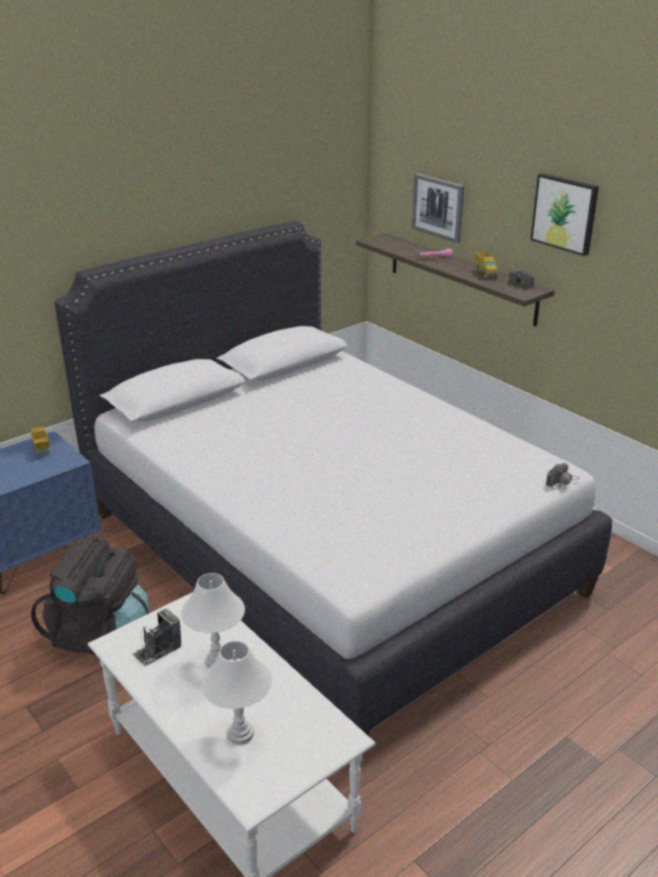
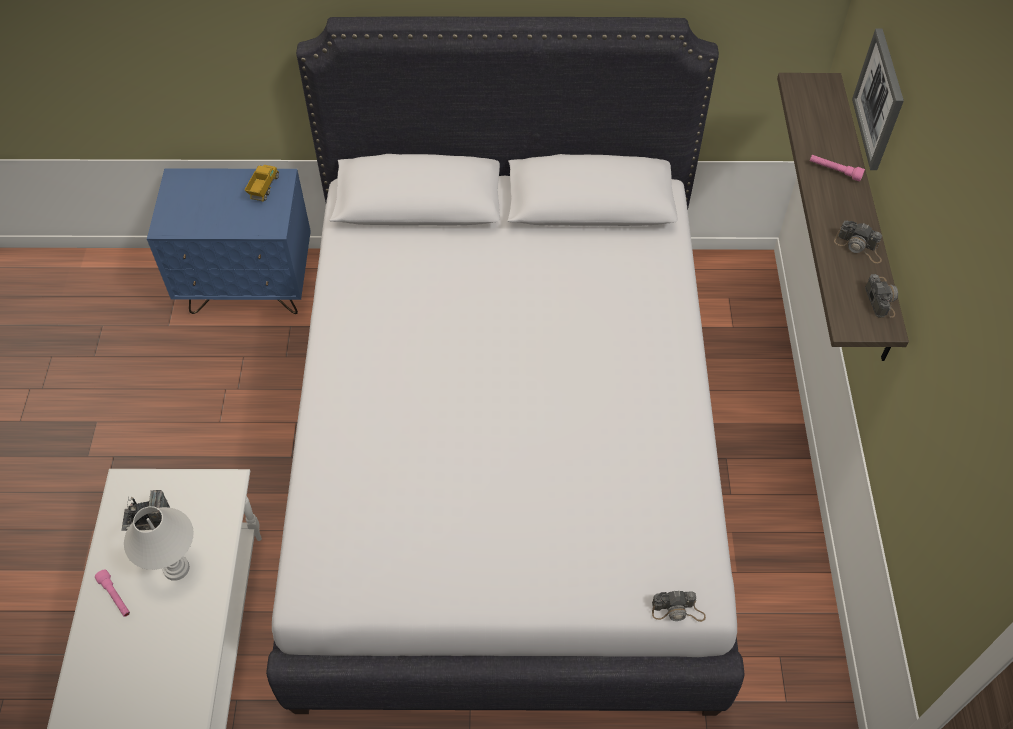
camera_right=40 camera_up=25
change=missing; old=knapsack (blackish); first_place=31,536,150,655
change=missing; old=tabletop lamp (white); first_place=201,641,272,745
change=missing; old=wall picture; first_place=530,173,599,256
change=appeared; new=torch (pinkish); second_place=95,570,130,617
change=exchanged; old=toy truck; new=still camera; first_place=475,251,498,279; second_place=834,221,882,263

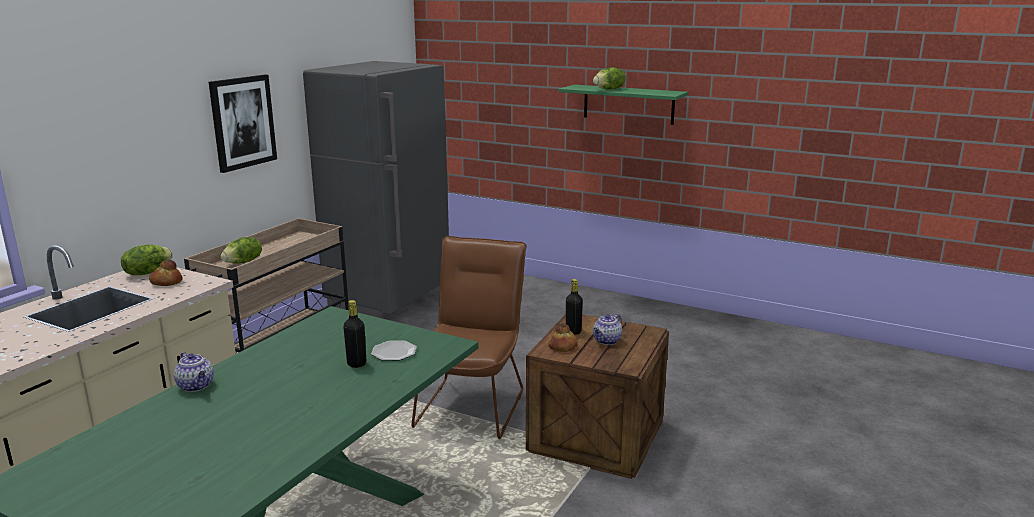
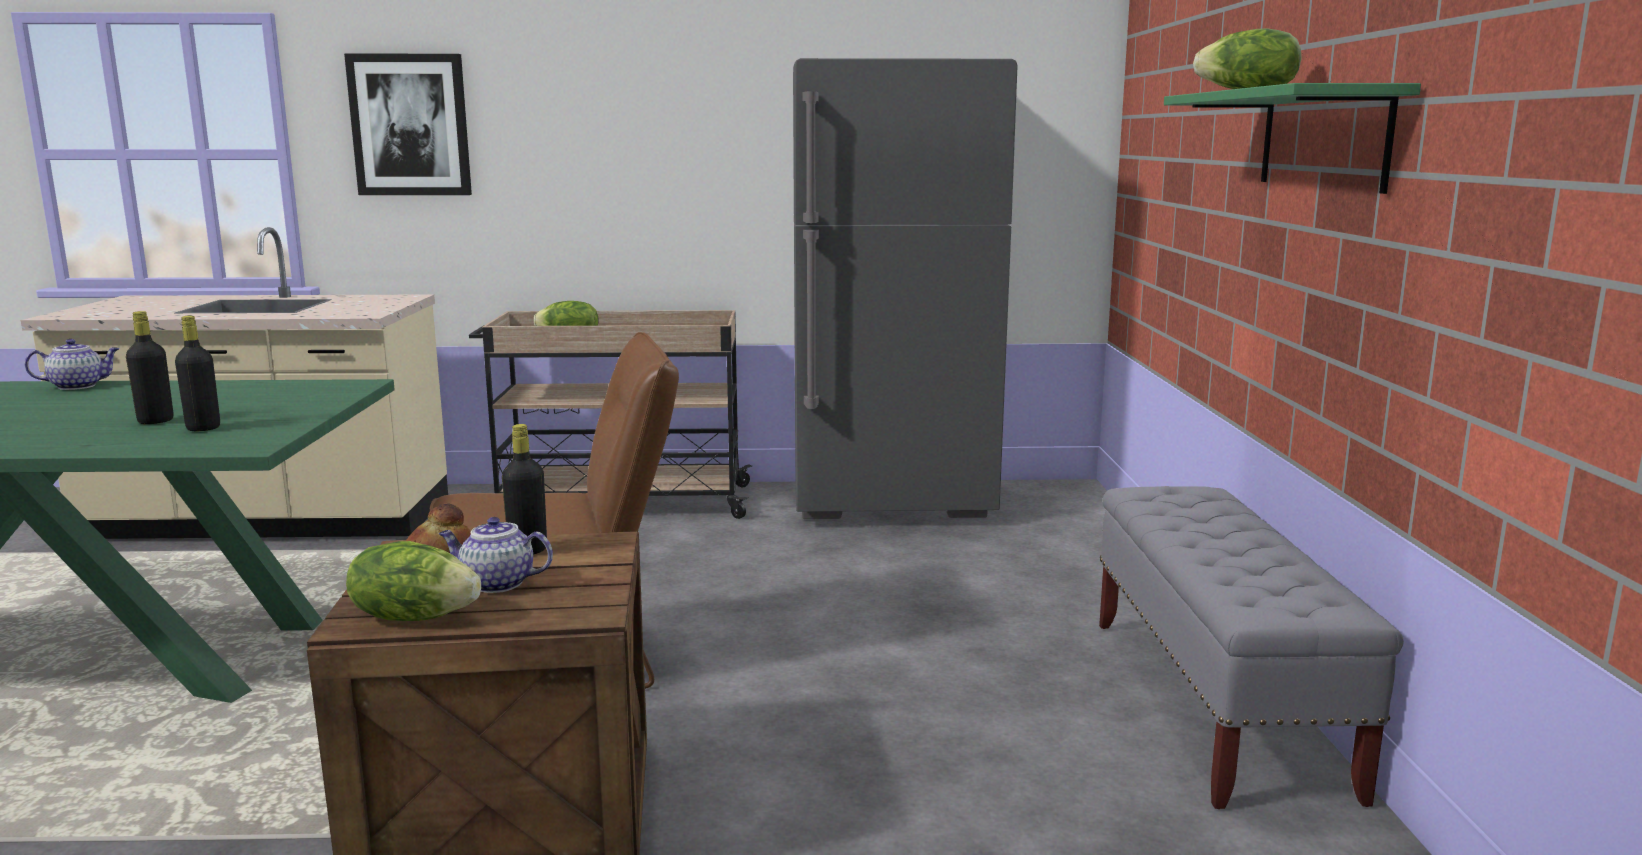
camera_right=60 camera_up=-5
change=missing; old=bread; first_place=149,260,182,286
change=appeared; new=long seat (greyish); second_place=1099,486,1404,809
change=relocated; old=lettuce; first_place=121,245,173,275; second_place=346,541,481,621
change=relocated; old=wall picture; first_place=209,75,277,173; second_place=344,54,472,195
change=exchanged; old=flat dish; new=beverage bottle (blackish); first_place=371,341,417,361; second_place=175,316,220,431
change=spun; old=tea pot; first_place=174,352,214,392; second_place=24,339,119,390; degrees=-135

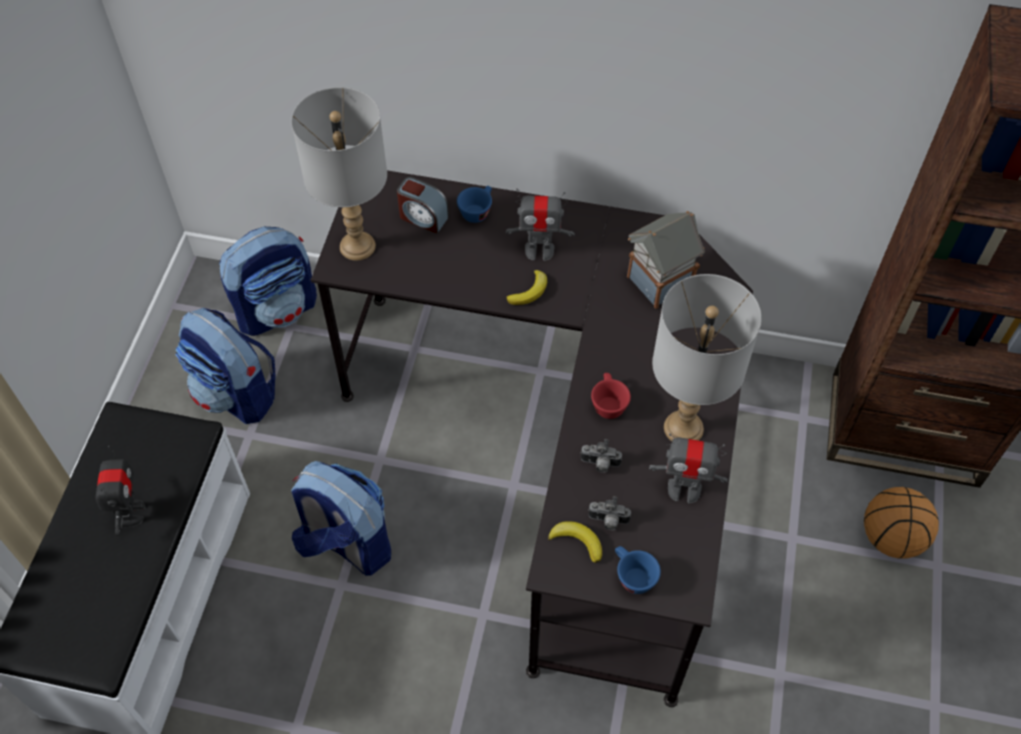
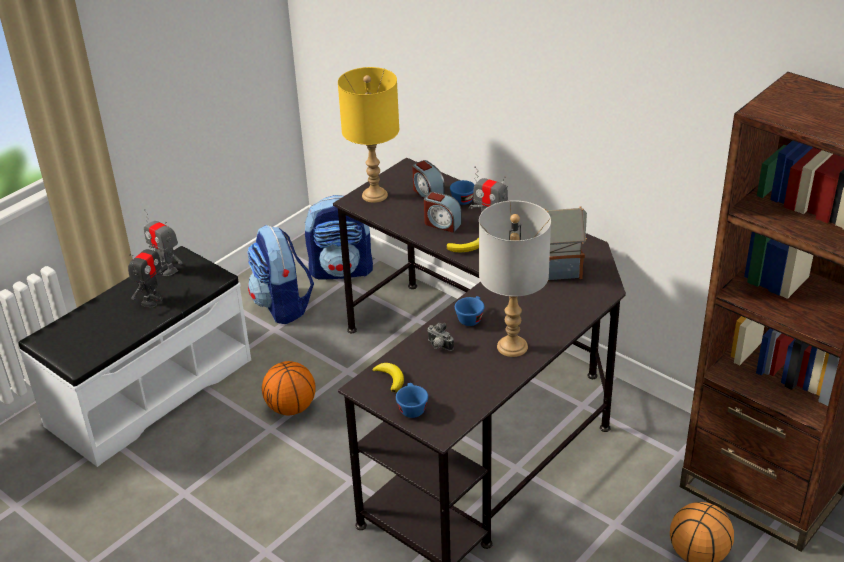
camera_right=30 camera_up=-20
change=missing; old=still camera; first_place=588,496,631,530
change=appeared; new=bedside clock; second_place=424,191,462,233
change=relocated; old=model robot; first_place=649,434,728,503; second_place=144,209,182,276
change=exchanged; old=knapsack; new=basketball; first_place=291,461,391,576; second_place=262,361,316,415
change=colour; old=tabletop lamp (greyish); new=tabletop lamp (yellow); first_place=291,87,387,261; second_place=338,67,399,203
change=colour; old=cup (red-coloured); new=cup (blue); first_place=591,373,631,419; second_place=455,296,484,326

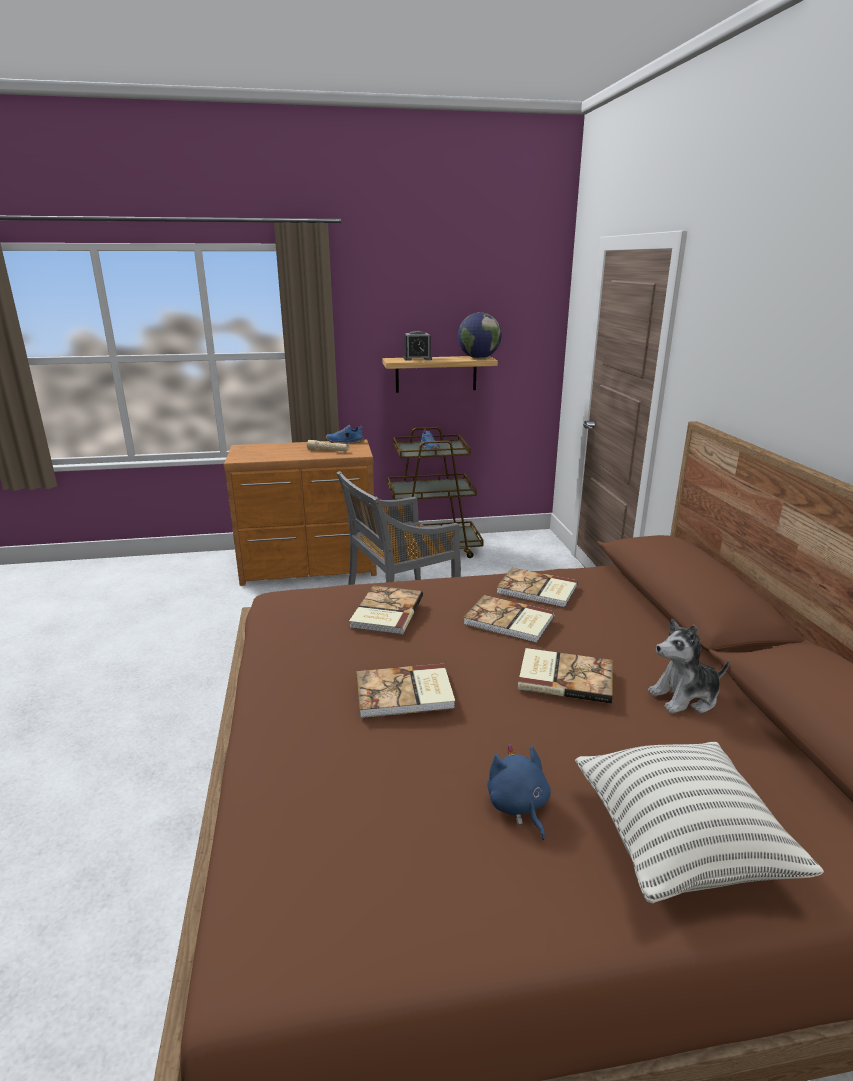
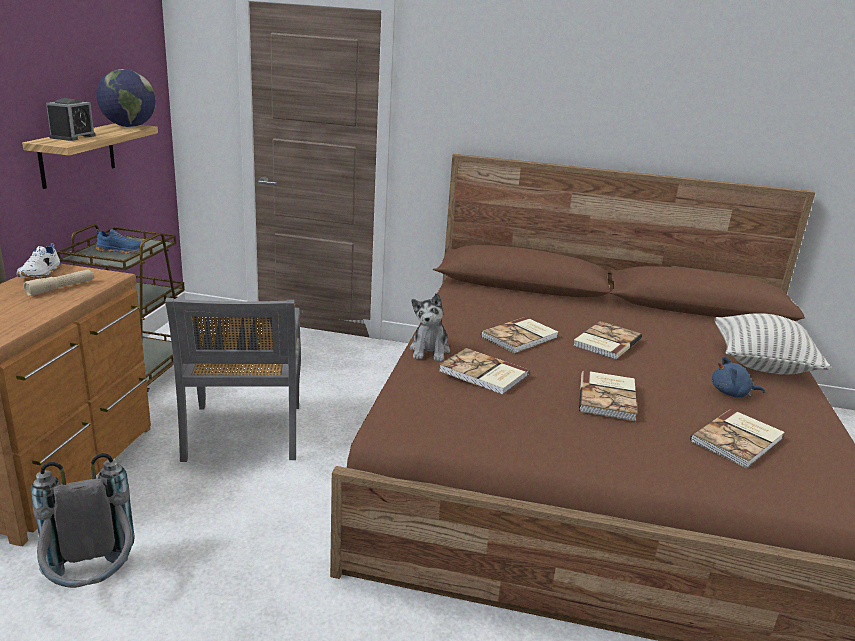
camera_right=-70 camera_up=0
change=appeared; new=knapsack (greyish); second_place=31,453,135,588
change=relocated; old=book; first_place=496,568,578,608; second_place=690,409,785,468
change=relocated; old=plush toy; first_place=648,619,729,714; second_place=410,293,450,362
change=colour; old=shoe (blue); new=shoe (white); first_place=326,425,364,444; second_place=17,243,61,279

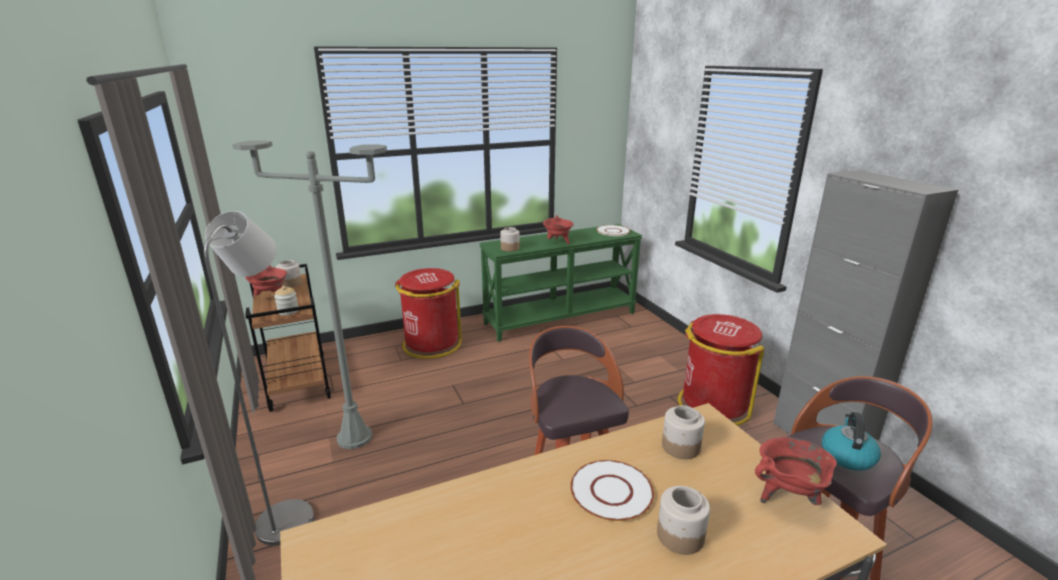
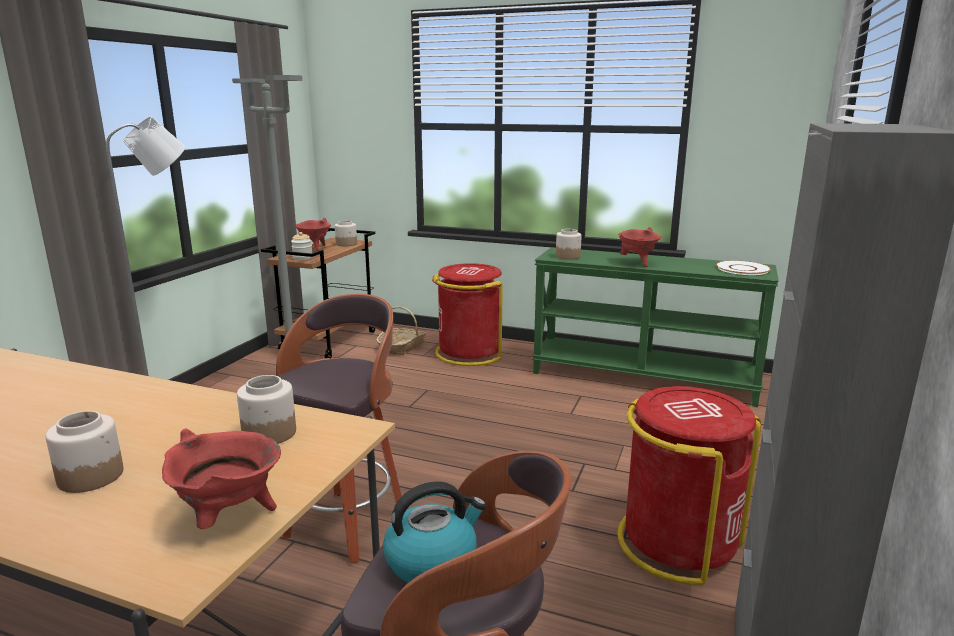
camera_right=45 camera_up=-5
change=missing; old=flat dish (white); first_place=570,460,654,521
change=appeared; new=household basket; second_place=376,307,426,356

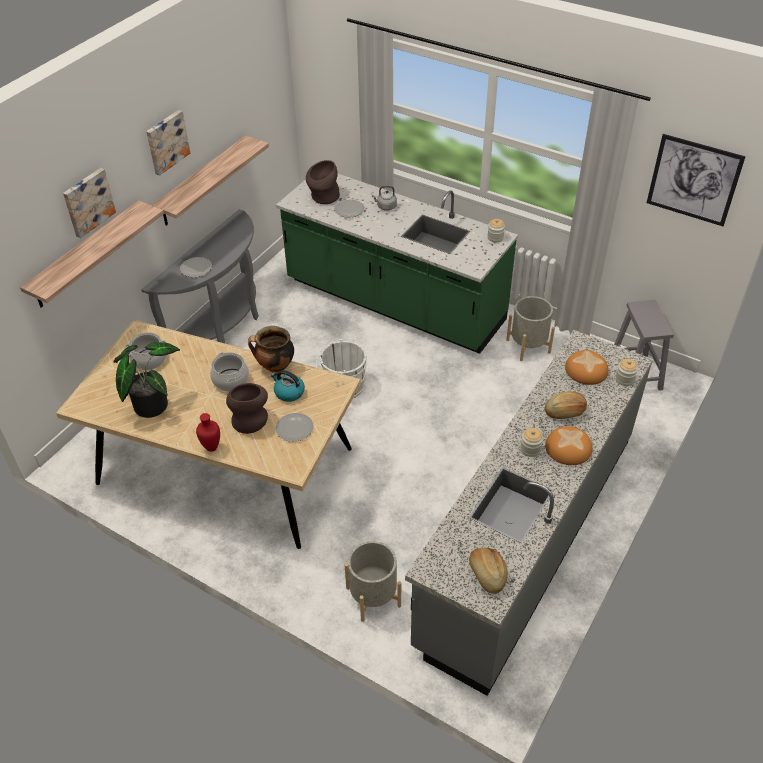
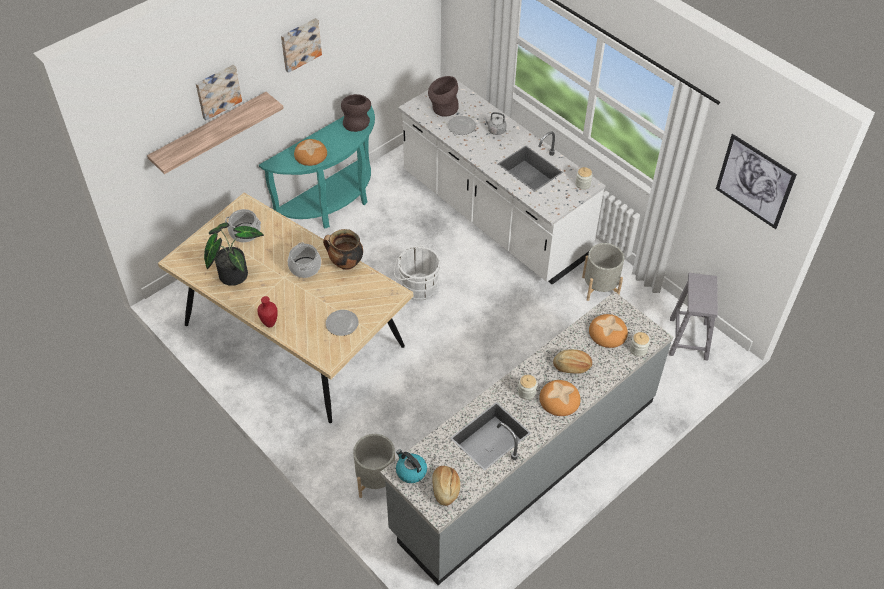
camera_right=15 camera_up=5
change=missing; old=bracket shelf; first_place=152,135,269,226
change=relocated; old=flower vase (brown); first_place=226,383,268,434; second_place=341,94,371,132
change=relocated; old=kettle; first_place=271,370,305,402; second_place=396,449,427,483
change=exchanged; old=flat dish; new=bread; first_place=180,257,212,277; second_place=294,139,327,166
change=colour; old=narrow table (greyish); new=narrow table (turquoise-coloured); first_place=141,209,259,344; second_place=259,105,375,229
change=colour; old=kitchen base unit (greenish); new=kitchen base unit (white); first_place=276,174,518,354; second_place=398,79,605,284

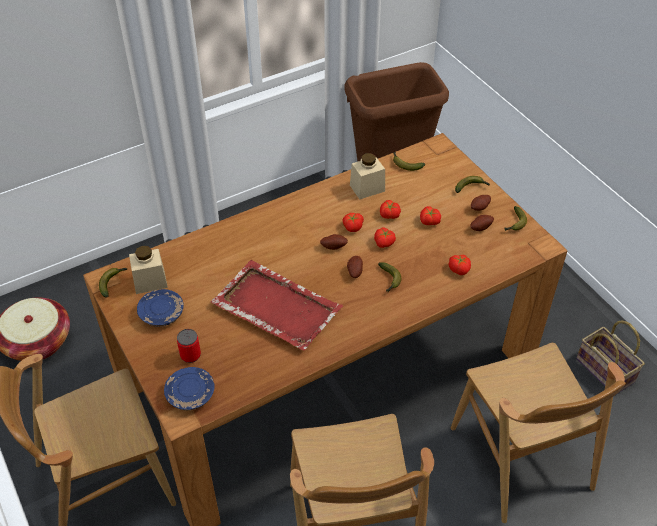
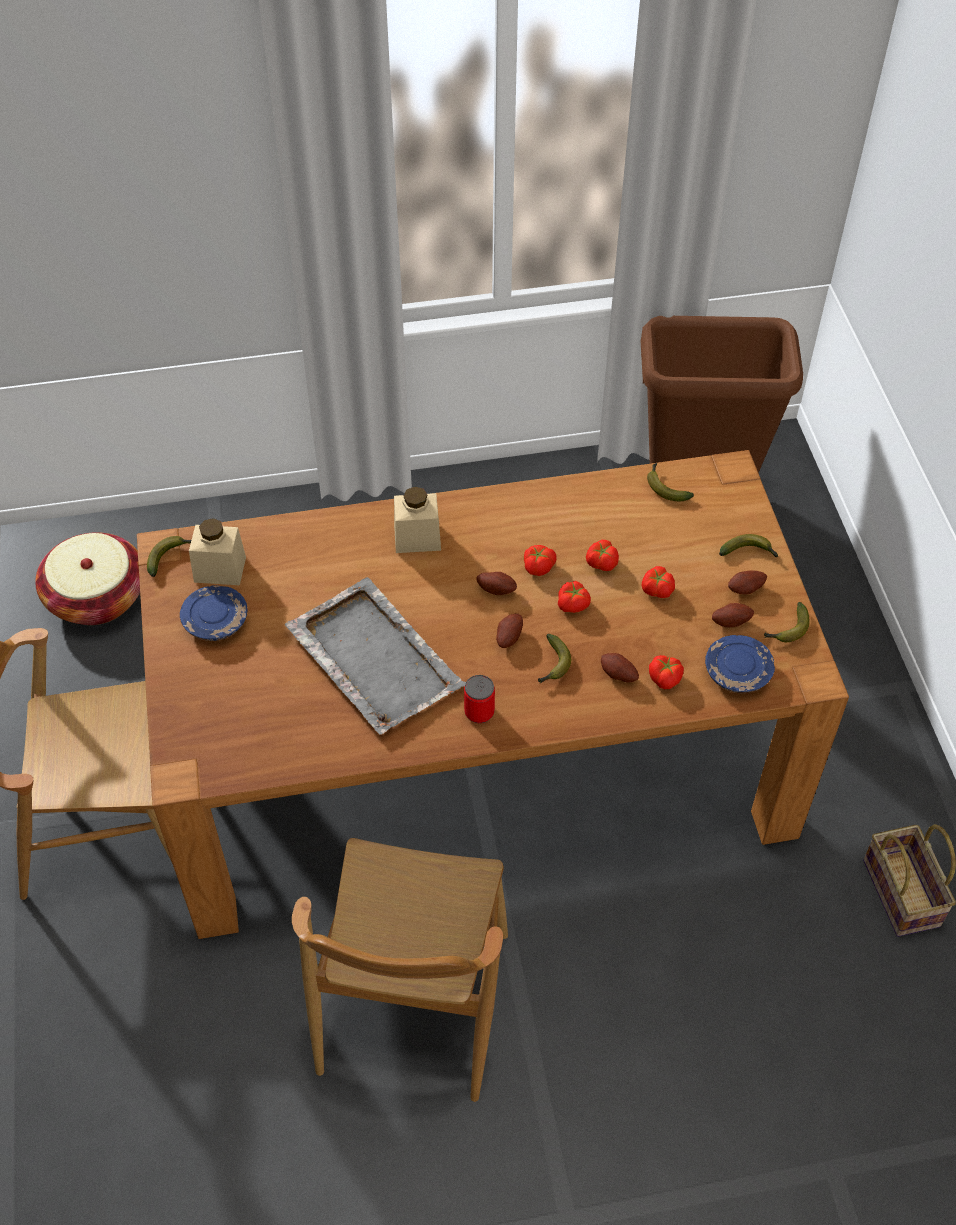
camera_right=20 camera_up=5
change=missing; old=plain chair (brown); first_place=451,343,626,523
change=appeared; new=spud; second_place=601,653,639,682
change=relocated; old=flat dish (blue); first_place=164,367,215,410; second_place=705,635,775,693
change=relocated; old=sealed can; first_place=177,329,201,363; second_place=464,675,495,723
change=relocated; old=storage jar (beige-coloured); first_place=350,153,385,200; second_place=394,487,441,553
change=colour; old=serving tray (red-coloured); new=serving tray (greyish); first_place=211,260,343,350; second_place=285,577,466,735

